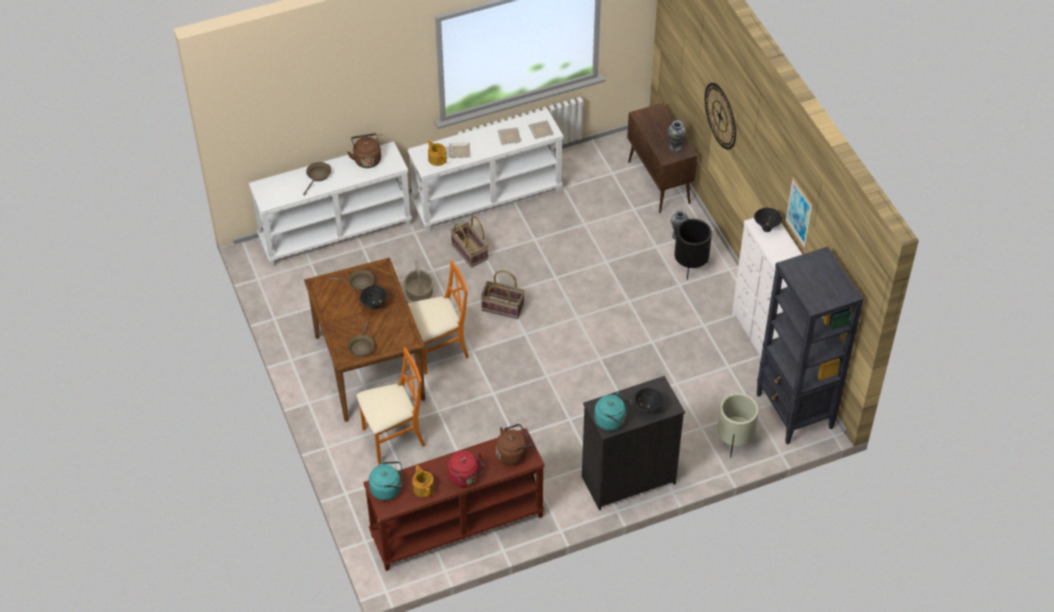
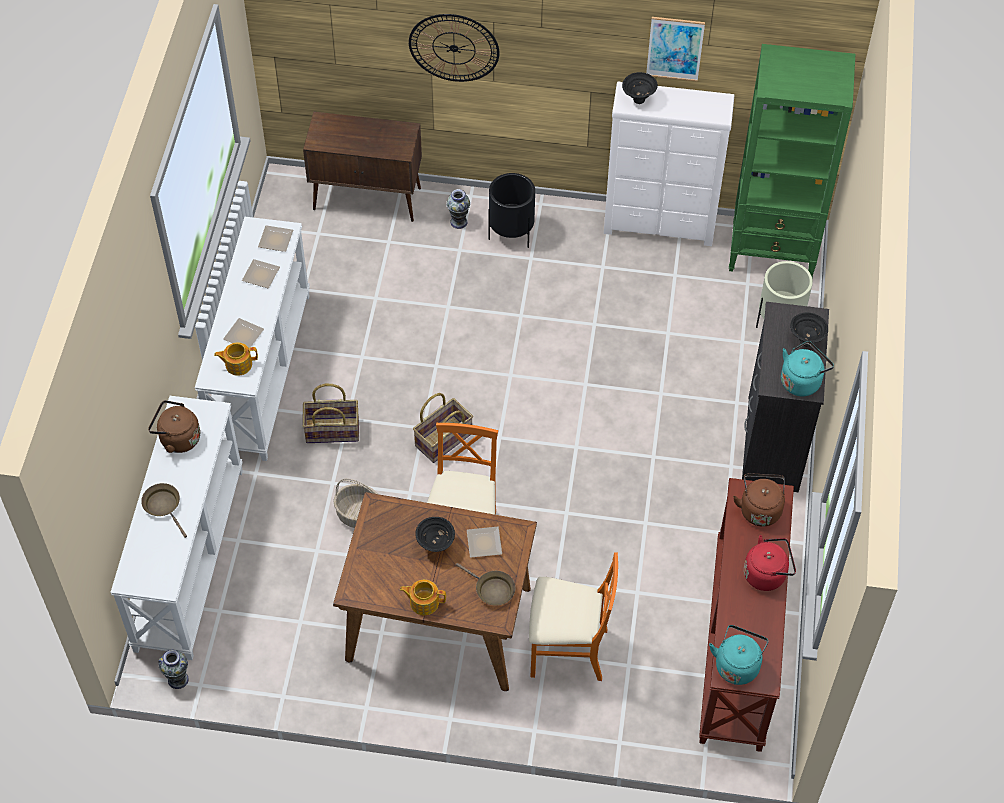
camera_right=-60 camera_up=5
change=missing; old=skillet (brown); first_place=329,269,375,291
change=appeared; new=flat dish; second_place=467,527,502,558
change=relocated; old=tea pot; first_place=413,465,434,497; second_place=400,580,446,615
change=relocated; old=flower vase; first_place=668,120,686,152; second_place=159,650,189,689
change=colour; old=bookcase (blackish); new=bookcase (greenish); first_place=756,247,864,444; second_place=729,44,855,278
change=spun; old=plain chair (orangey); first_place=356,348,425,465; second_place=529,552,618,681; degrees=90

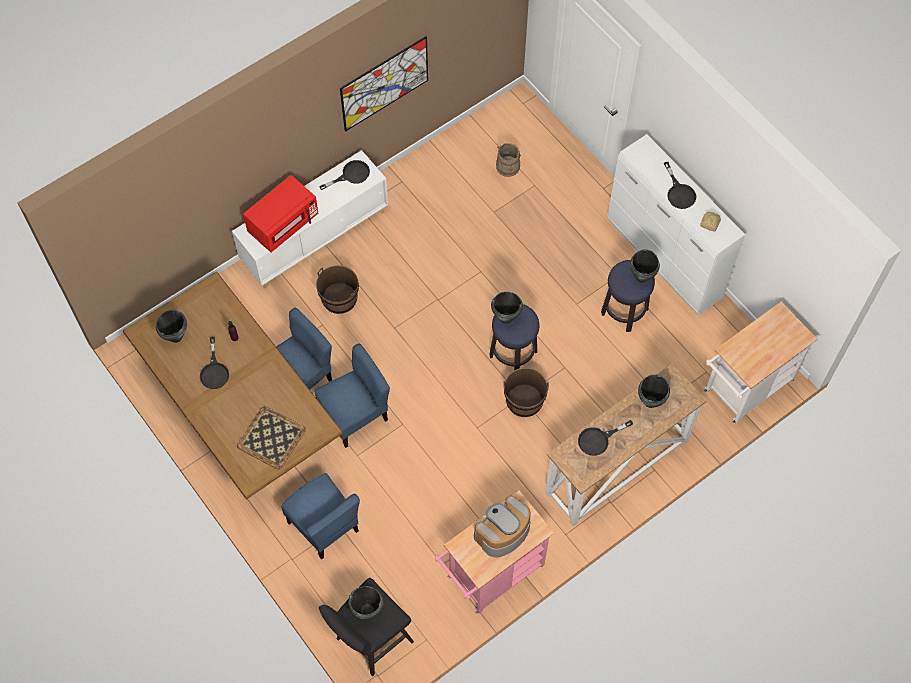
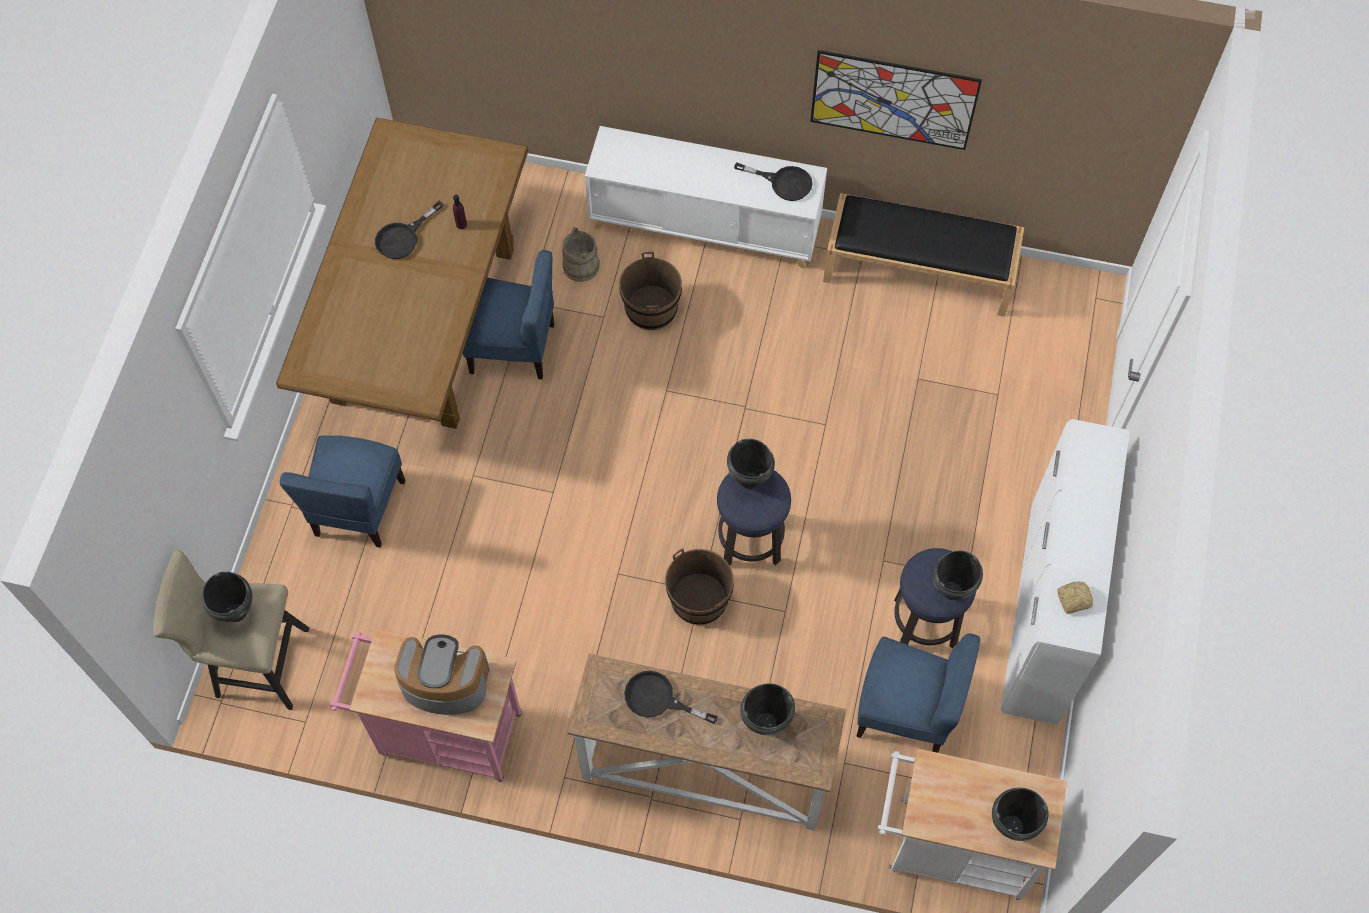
camera_right=50 camera_up=0
change=missing; old=serving tray; first_place=237,407,306,469
change=missing; old=microwave (red-coloured); first_place=243,175,318,252
change=missing; old=skillet (blackish); first_place=664,162,696,209
change=appeared; new=long seat (blackish); second_place=823,193,1024,317
change=relocated; old=stockpot (blackish); first_place=156,310,187,343; second_place=992,788,1049,841
change=relocated; old=plain chair (blue); first_place=314,343,390,448; second_place=856,633,981,753
change=relocated; old=water bucket (beige-coloured); first_place=496,143,521,177; second_place=562,227,600,282
change=colour; old=sitting stool (blackish); new=sitting stool (beige-coloured); first_place=319,578,414,676; second_place=153,549,309,710

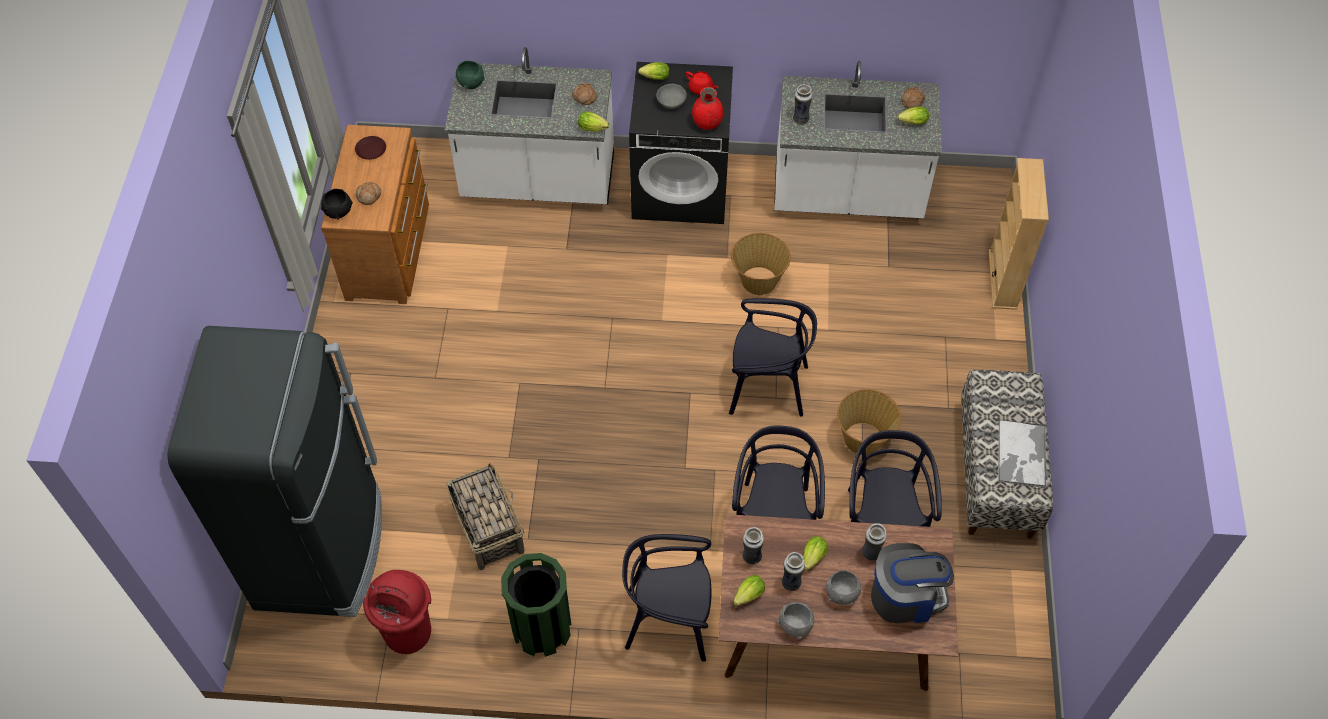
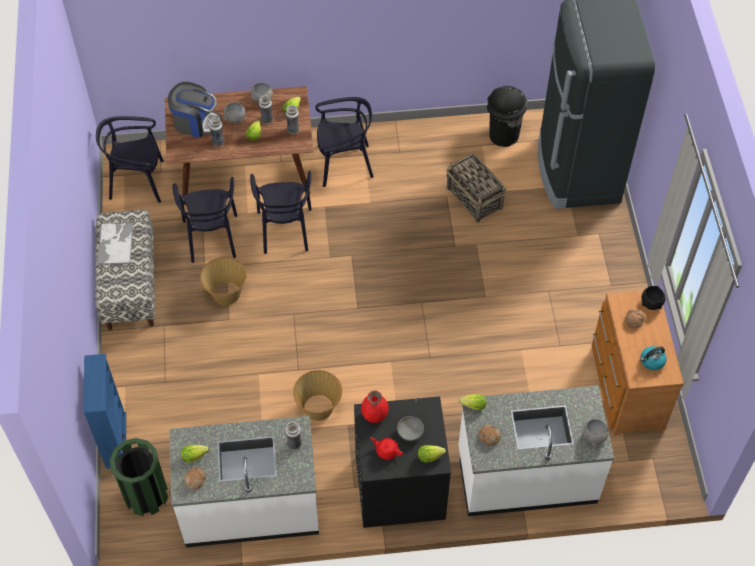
camera_right=170 camera_up=0
change=relocated; old=waste bin (greenish); first_place=501,553,571,657; second_place=109,438,168,516
change=relocated; old=plain chair (blackish); first_place=729,298,817,416; second_place=96,116,164,203
change=exchanged; old=flat dish (brown); new=kettle; first_place=355,136,386,160; second_place=640,346,667,370
change=colour; old=waste bin (red-coloured); new=waste bin (blackish); first_place=363,570,431,654; second_place=487,86,527,147
change=colour; old=deep dish (greenish); new=deep dish (greyish); first_place=456,61,485,89; second_place=582,419,609,445
change=colour; old=bookcase (beige-coloured); new=bookcase (blue); first_place=989,158,1049,310; second_place=83,354,126,469
change=spun; old=coffee brewer; first_place=871,543,954,623; second_place=168,82,221,138; degrees=-150

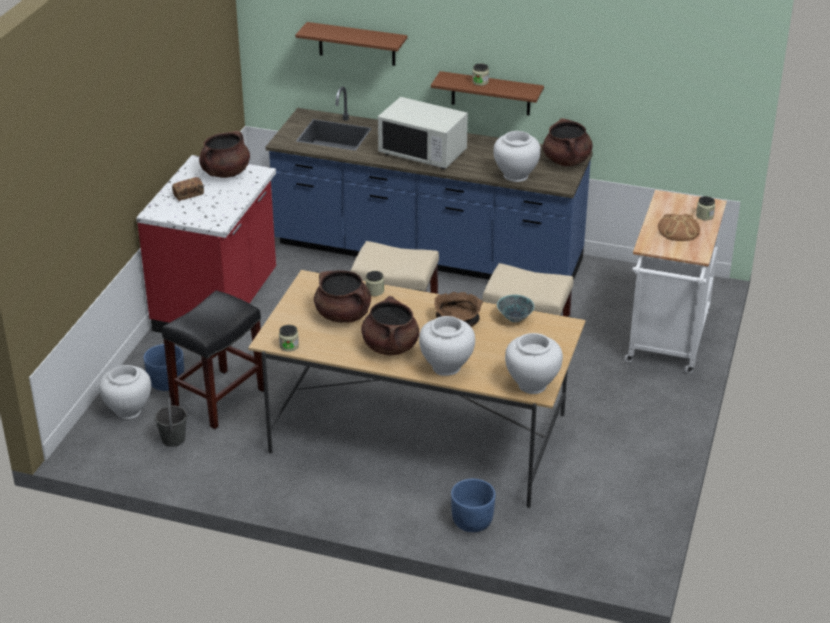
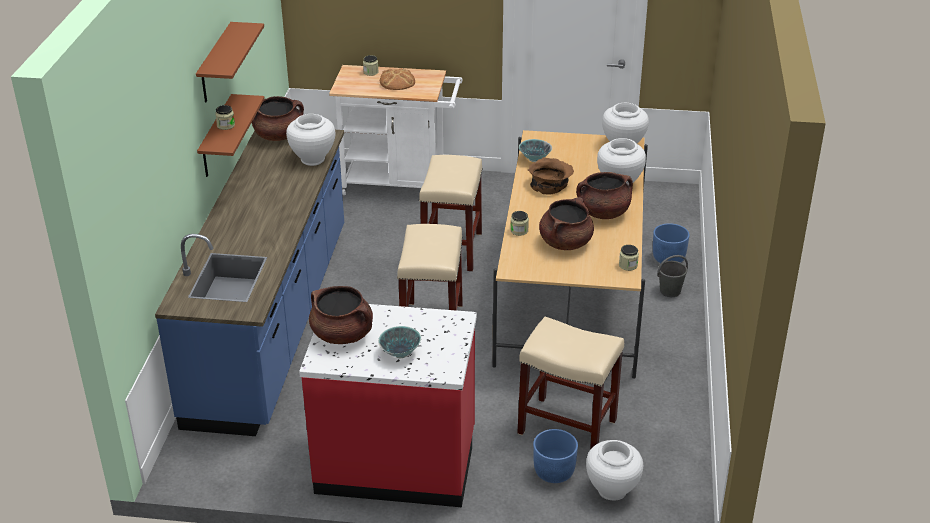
camera_right=-100 camera_up=0
change=missing; old=microwave (white); first_place=378,97,468,169
change=relocated; old=water bucket (greyish); first_place=155,397,187,447; second_place=657,255,688,297
change=relocated; old=bracket shelf (brown); first_place=295,22,407,66; second_place=196,22,264,102
change=exchanged; old=bread; new=deep dish; first_place=172,177,204,201; second_place=378,326,421,359
change=colour; old=sitting stool (blackish); new=sitting stool (beige-coloured); first_place=162,290,264,429; second_place=517,316,624,450

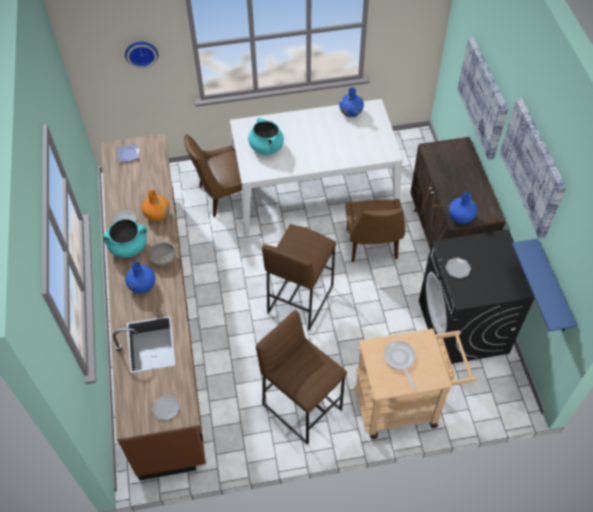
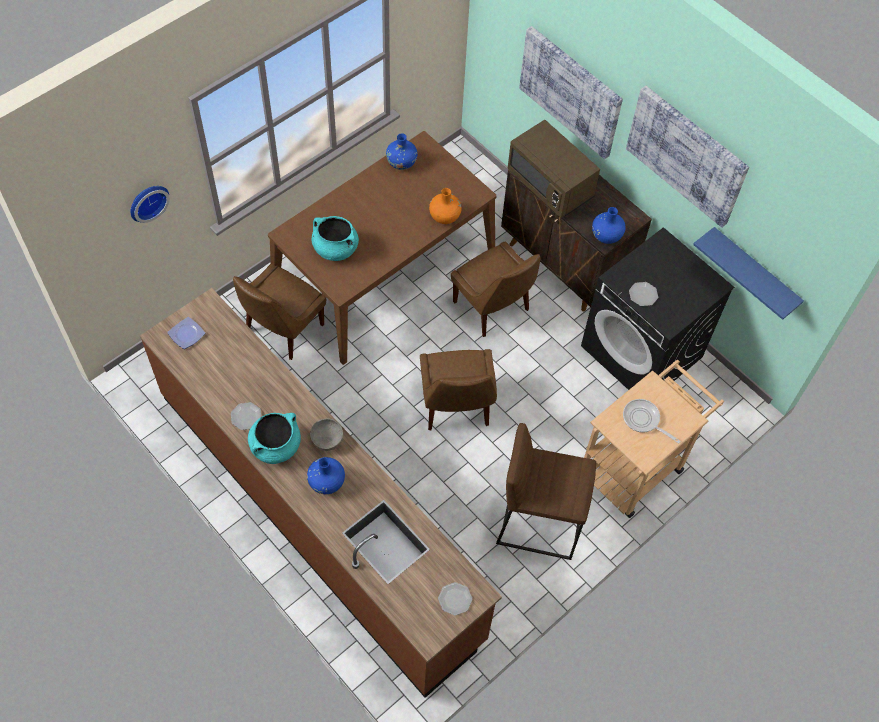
camera_right=-35 camera_up=5
change=appeared; new=microwave (brown); second_place=508,120,600,218
change=relocated; old=flower vase (orangey); first_place=142,190,170,221; second_place=429,188,462,224
change=exchanged; old=sitting stool (brown); new=plain chair (brown); first_place=262,224,336,330; second_place=420,349,497,430
change=colour; old=kitchen table (white); new=kitchen table (brown); first_place=230,99,403,236; second_place=268,131,497,365

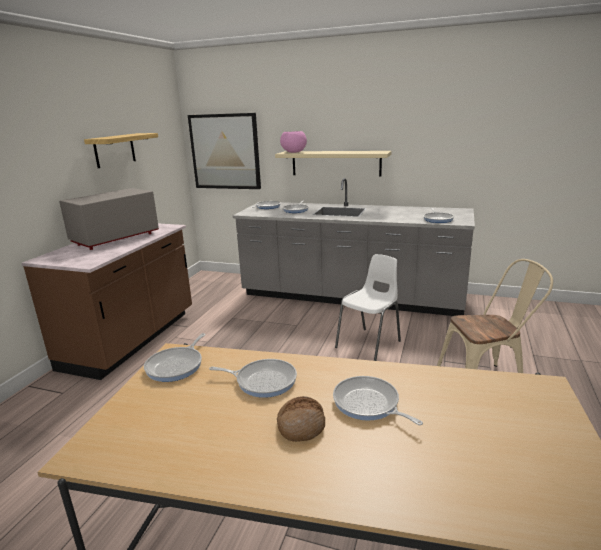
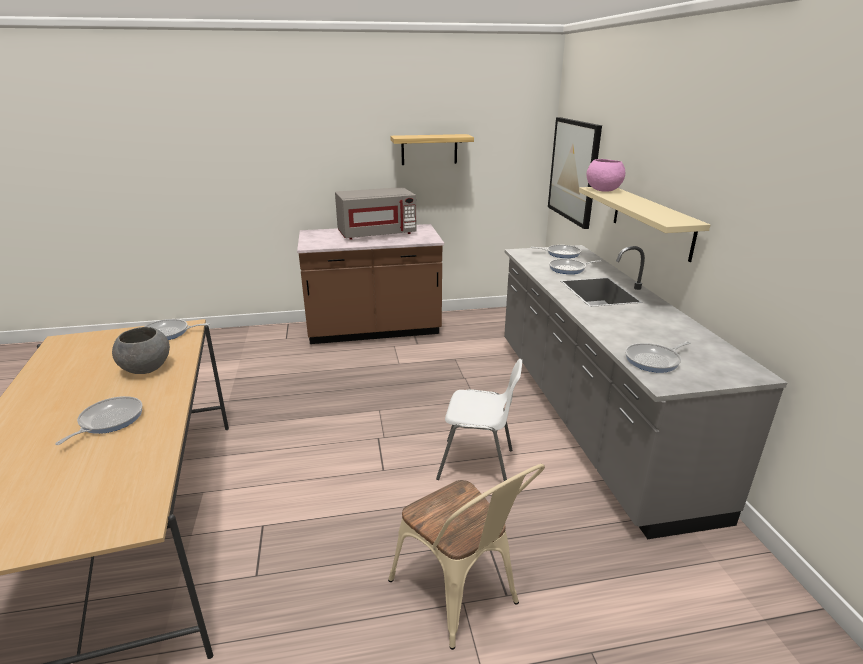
camera_right=60 camera_up=5
change=missing; old=bread; first_place=277,396,325,442
change=exchanged; old=skillet; new=deep dish (greyish); first_place=209,359,297,398; second_place=112,327,170,374
change=spun; old=microwave (greyish); first_place=59,188,159,250; second_place=335,187,417,240; degrees=150

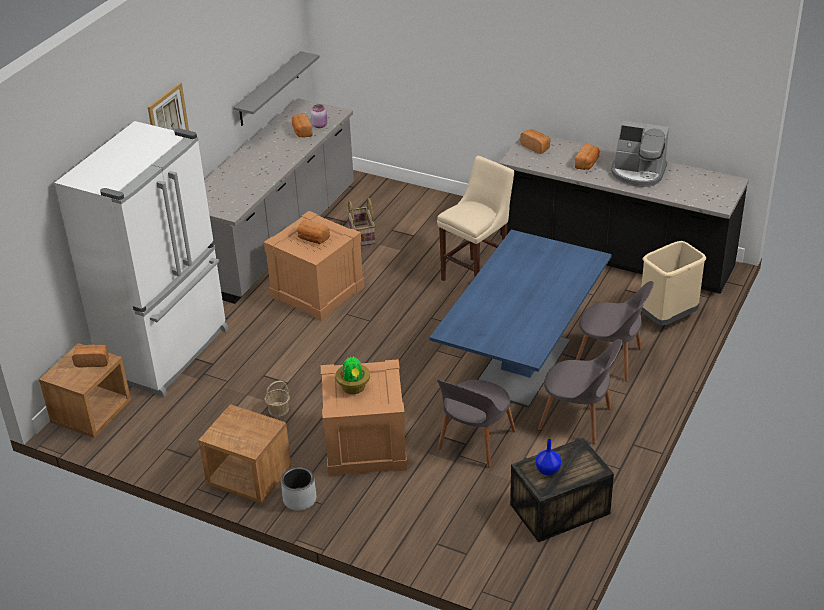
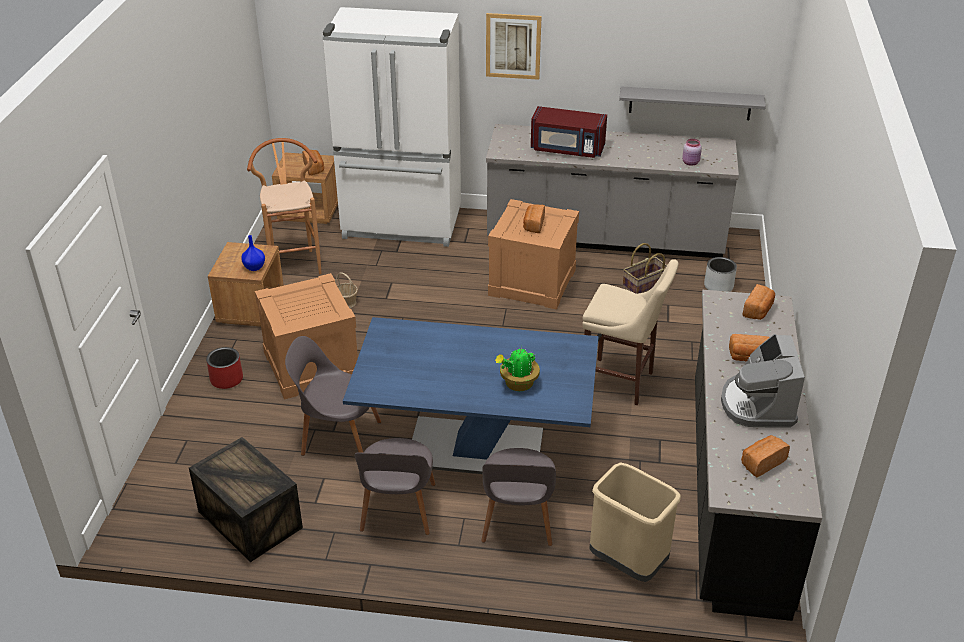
camera_right=70 camera_up=0
change=appeared; new=planter (red-coloured); second_place=206,347,243,389
change=appeared; new=sitting stool (brown); second_place=247,138,322,274
change=appeared; new=microwave (red-coloured); second_place=531,106,607,158
change=relocated; old=planter (greyish); first_place=281,467,316,510; second_place=704,257,737,292
change=relocated; old=bread; first_place=292,113,313,138; second_place=741,435,790,477
change=relocated; old=plant in a pot; first_place=335,357,370,394; second_place=495,346,540,391
change=relocated; old=flower vase (blue); first_place=535,439,561,476; second_place=241,235,265,271

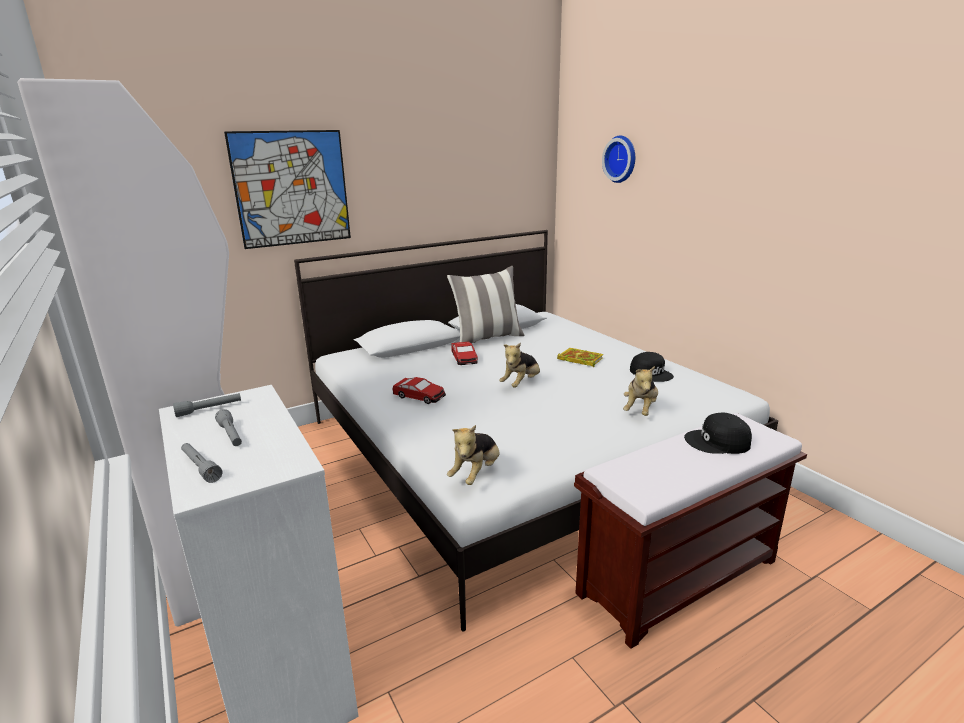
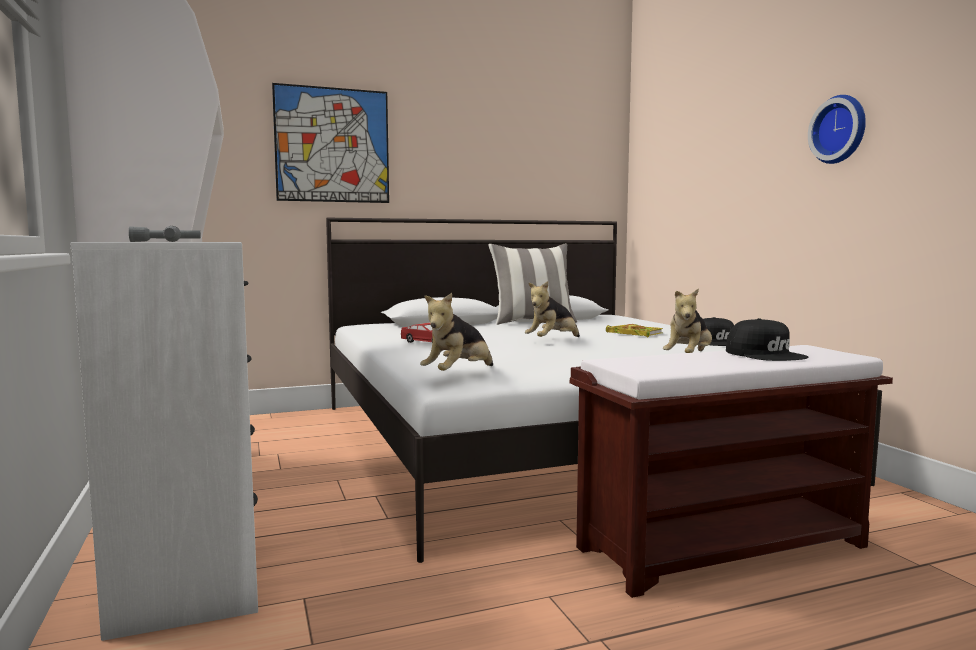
camera_right=10 camera_up=-15
change=missing; old=torch (greyish); first_place=181,443,222,483
change=missing; old=model car; first_place=451,342,478,365
change=relocated; old=hanging clock; first_place=602,135,635,183; second_place=808,95,866,164
change=spun; old=baseball cap (blackish); first_place=684,413,752,454; second_place=726,318,808,361; degrees=-135

